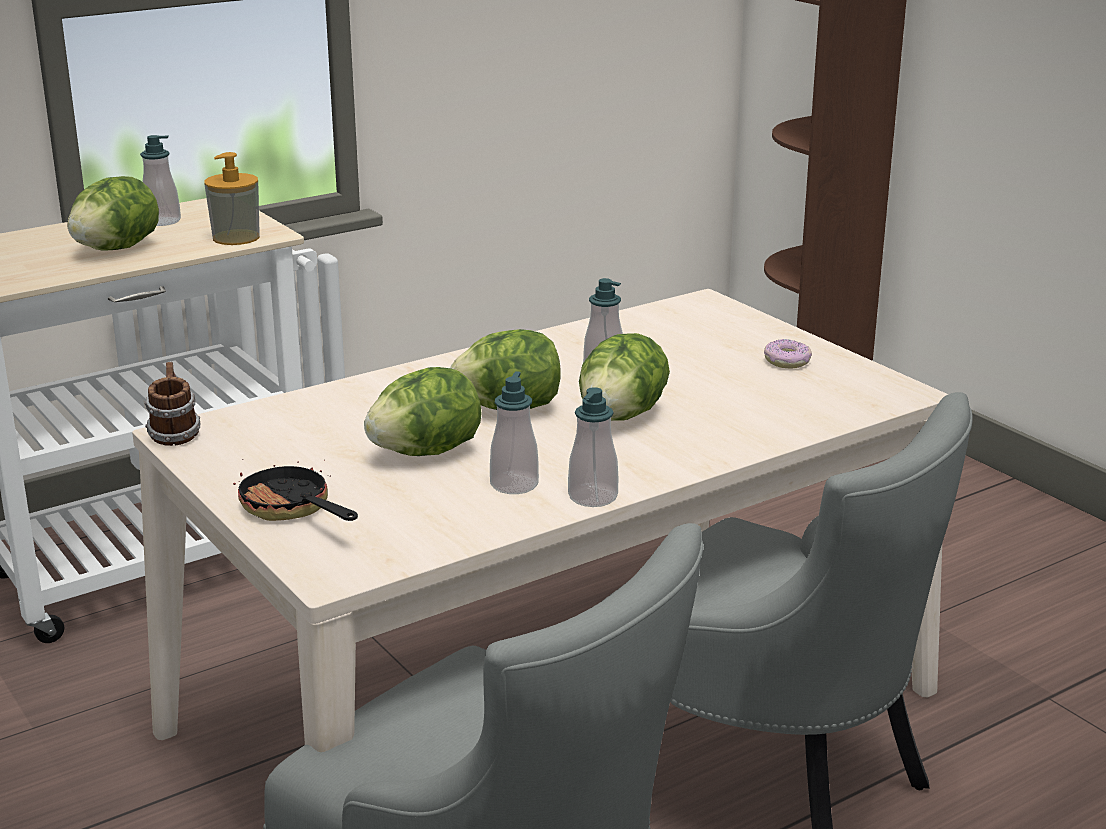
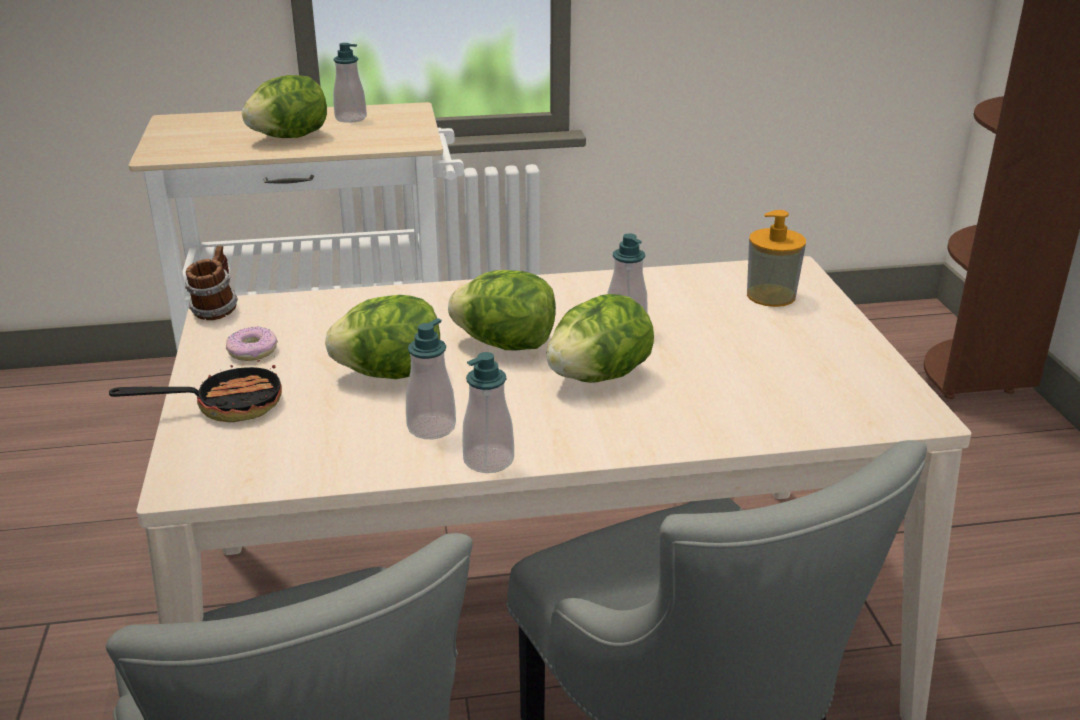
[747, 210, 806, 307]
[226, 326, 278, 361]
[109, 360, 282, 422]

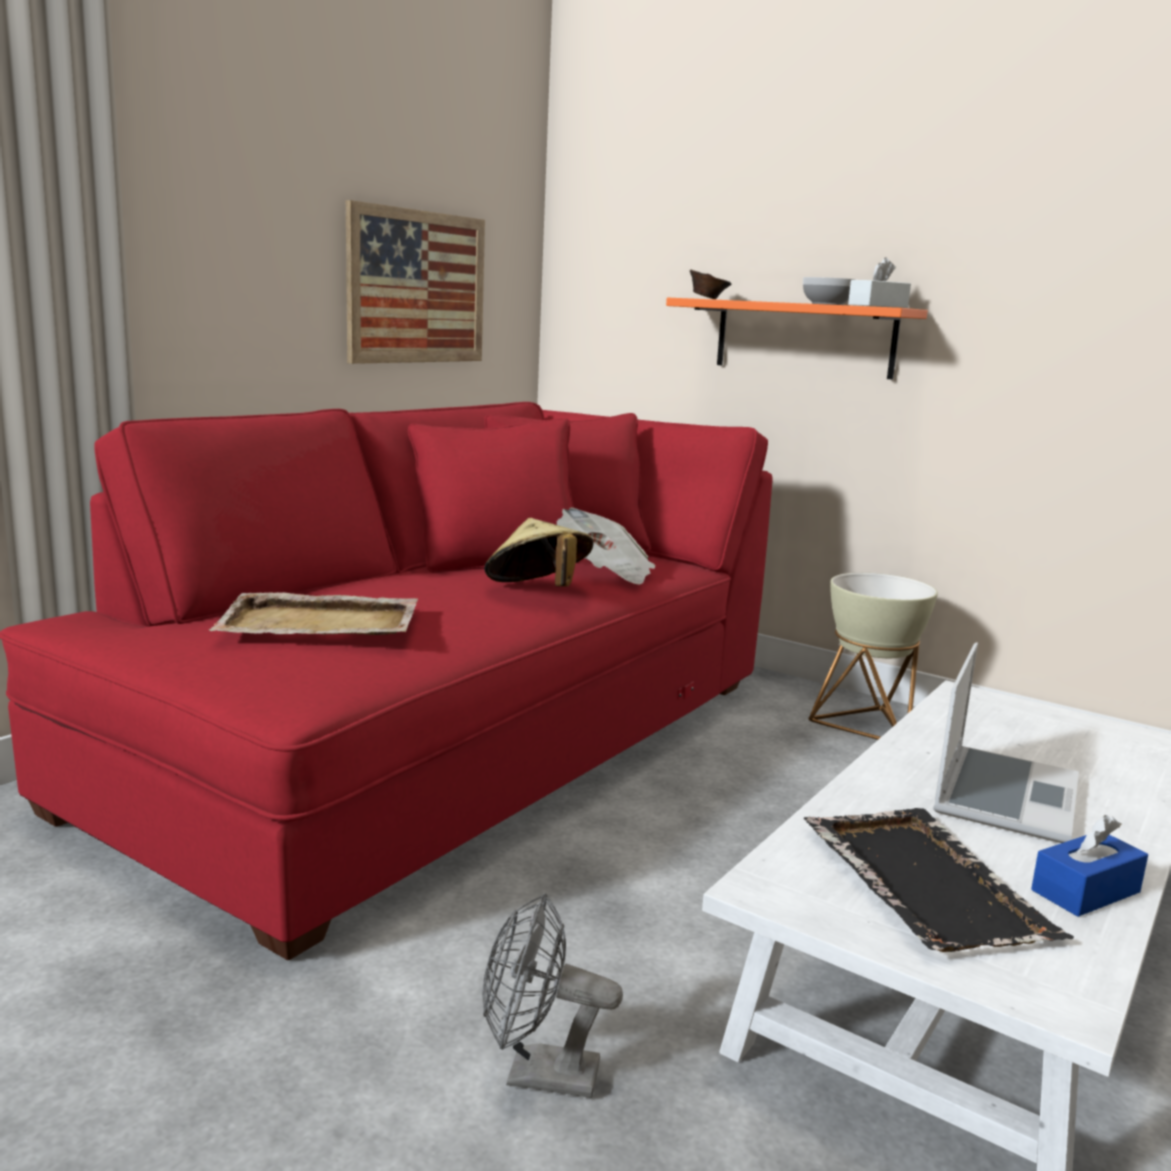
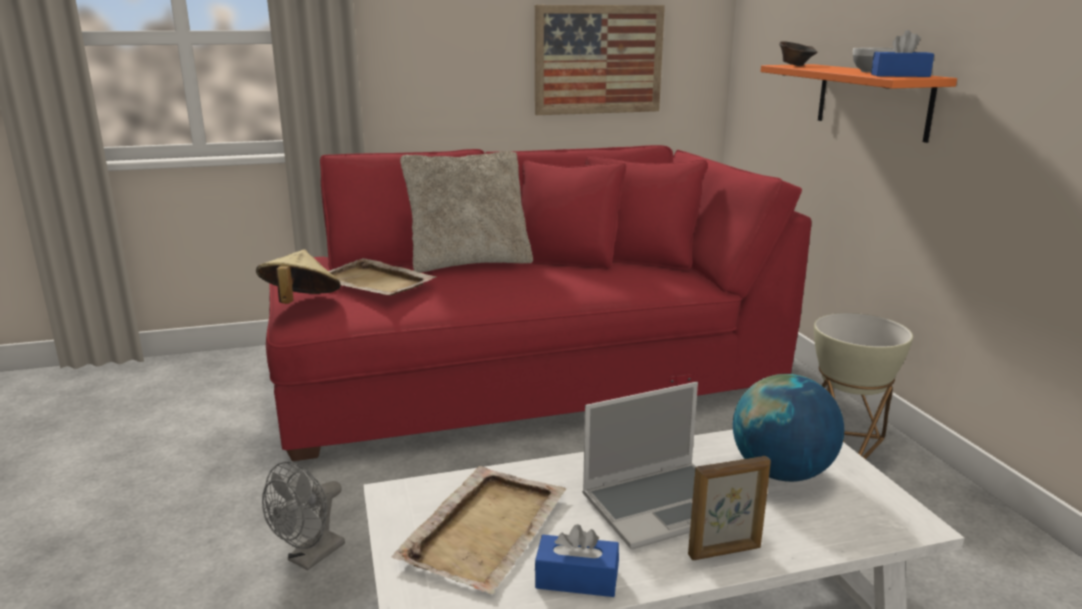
[556, 507, 655, 585] (first image)
[400, 151, 533, 273]
[688, 456, 771, 560]
[733, 374, 844, 482]
[256, 250, 341, 304]
[392, 466, 566, 594]
[871, 30, 934, 77]
[262, 462, 345, 570]

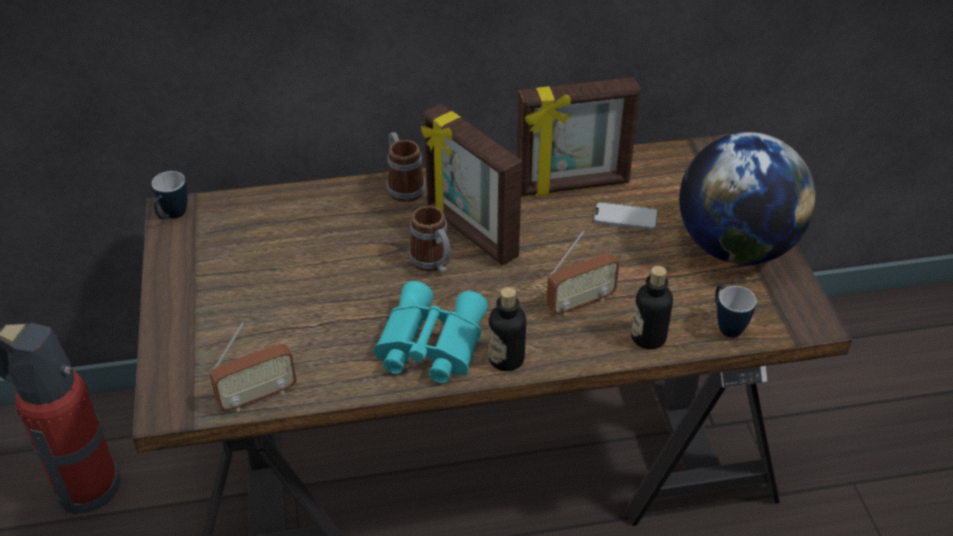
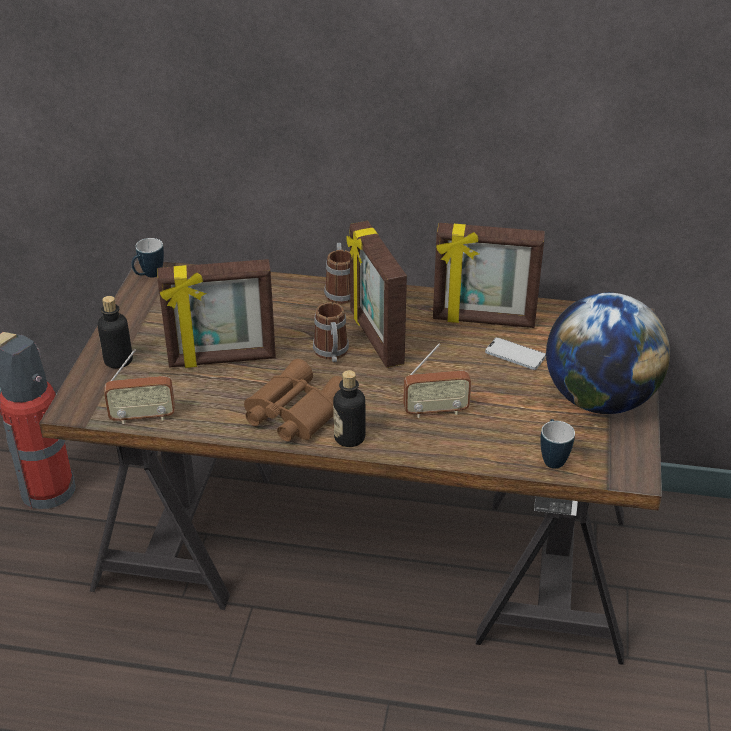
[157, 259, 276, 368]
[98, 296, 133, 368]
[244, 359, 343, 442]

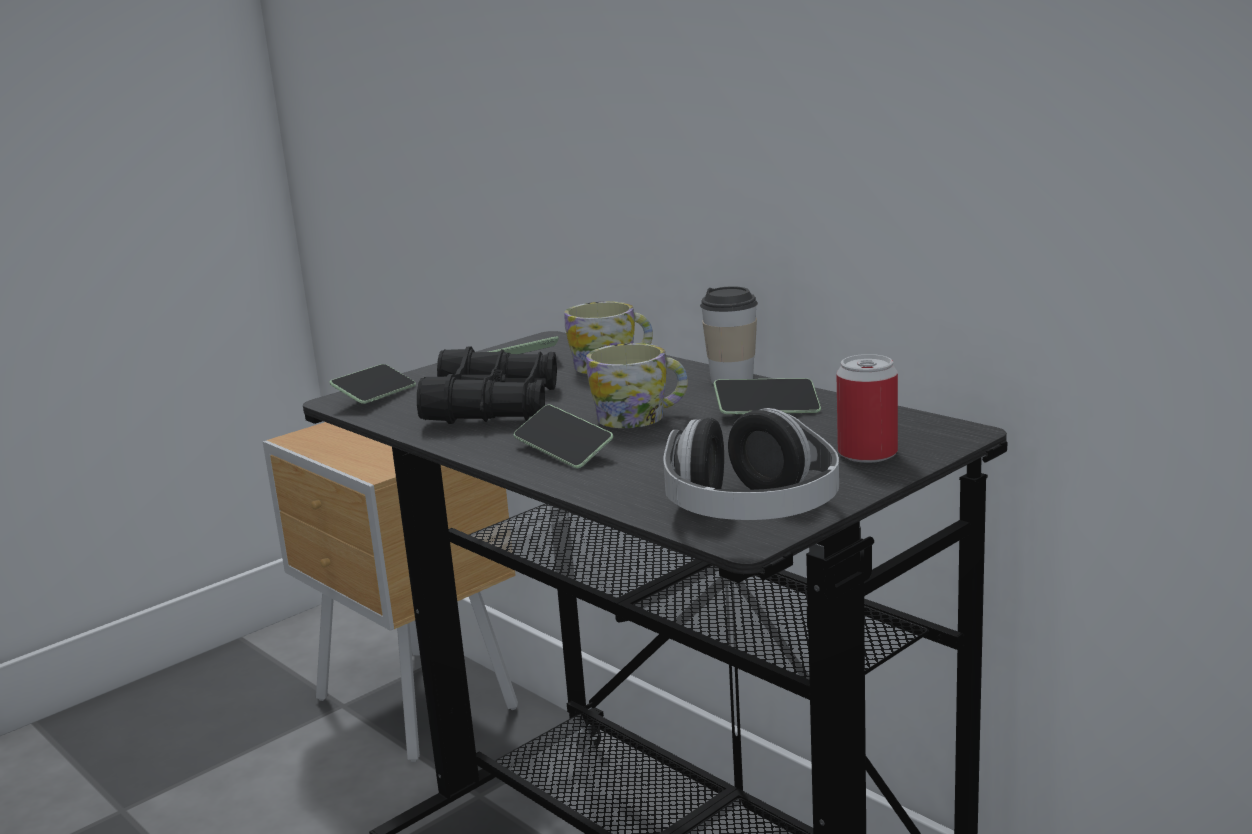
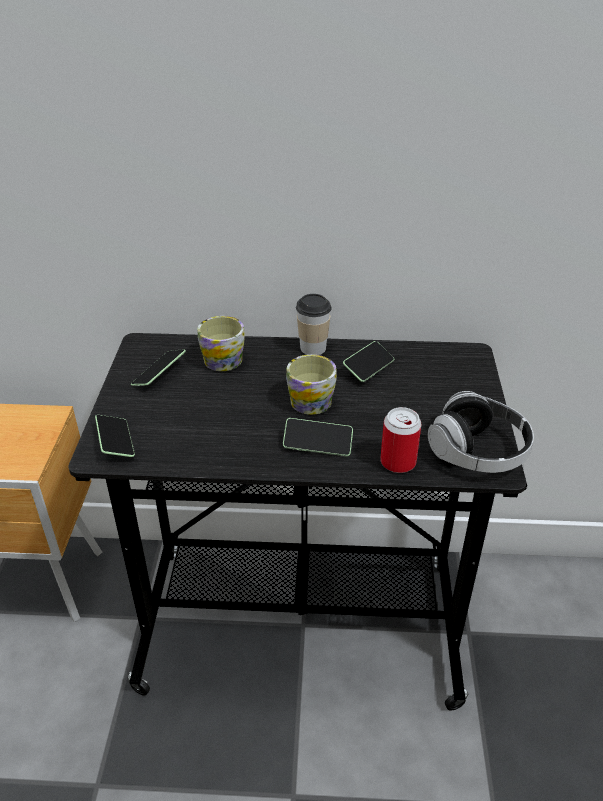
[417, 346, 557, 424] (first image)
[380, 407, 422, 473]

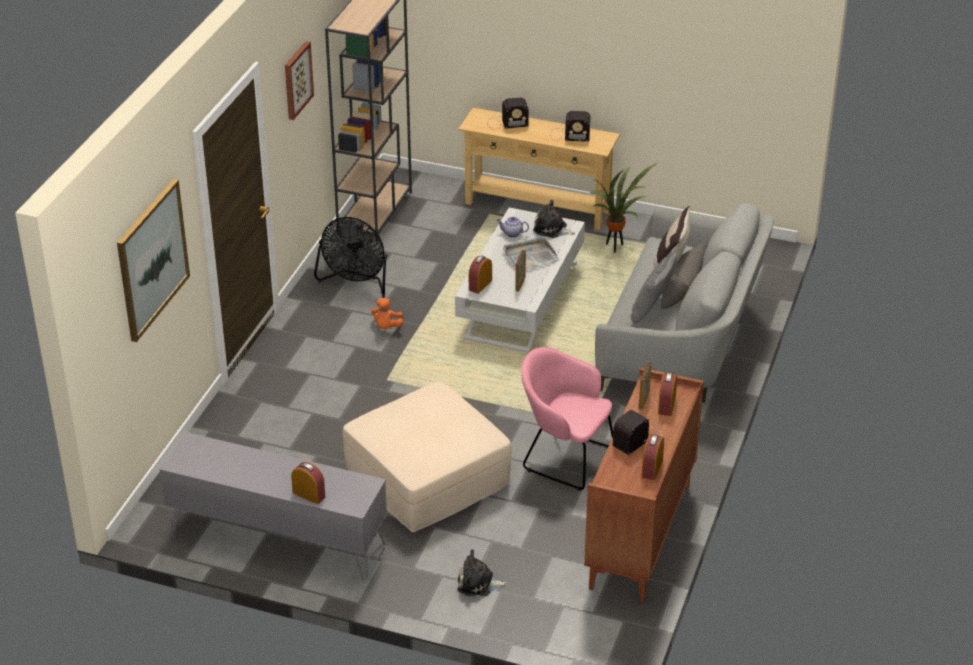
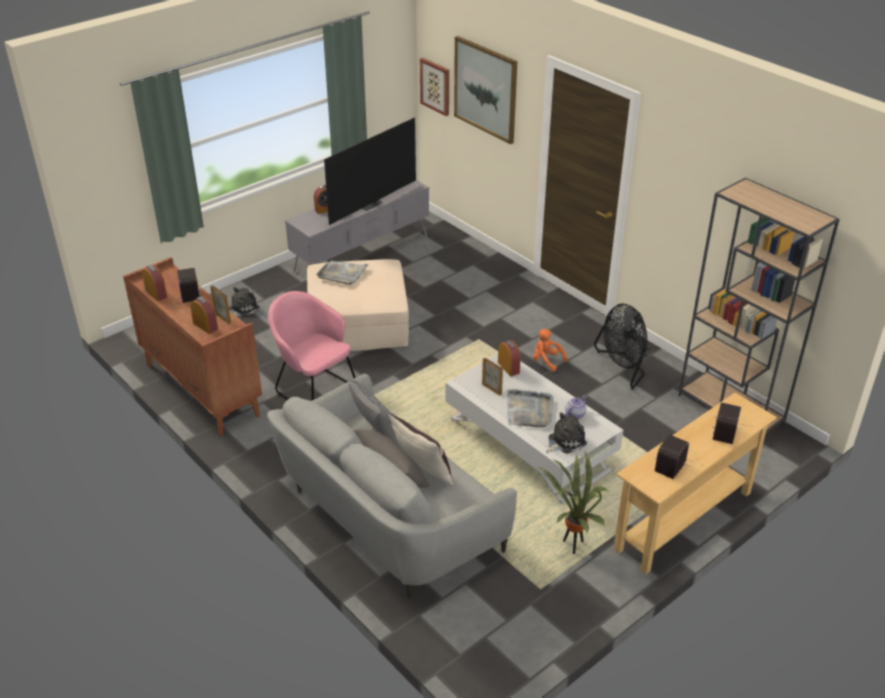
[316, 261, 369, 285]
[324, 118, 416, 225]
[420, 58, 449, 116]
[594, 304, 650, 390]
[268, 291, 356, 400]

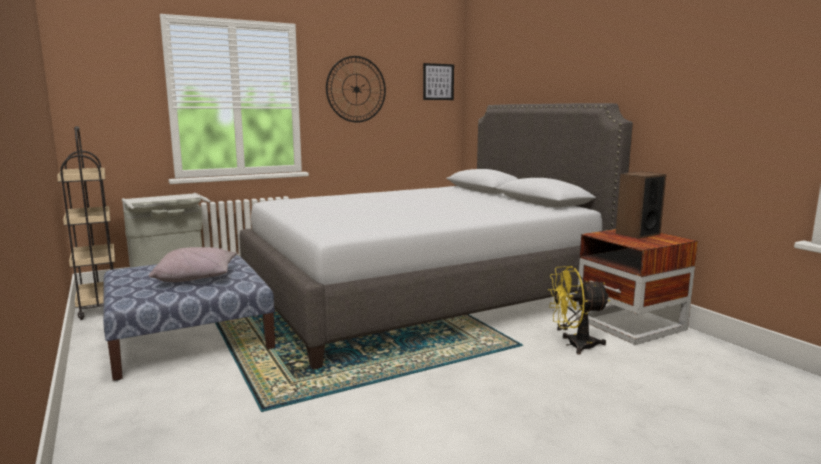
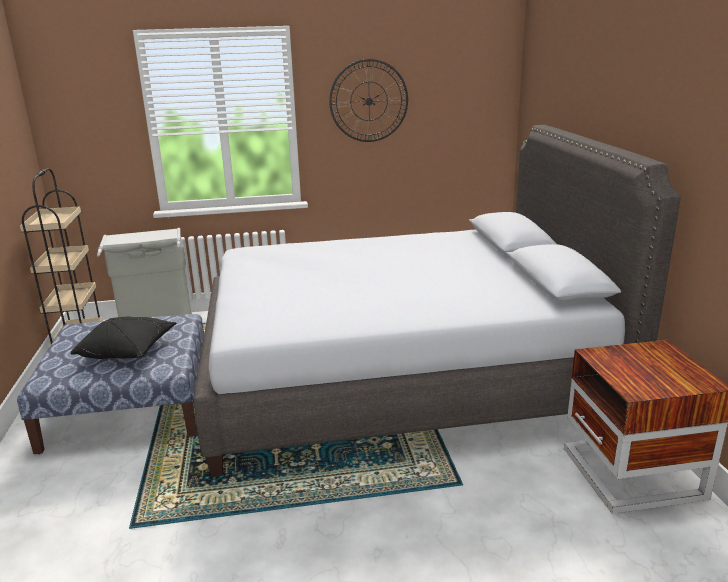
[423, 63, 454, 100] (first image)
[548, 266, 610, 355] (first image)
[616, 172, 666, 239] (first image)
[70, 317, 177, 359]

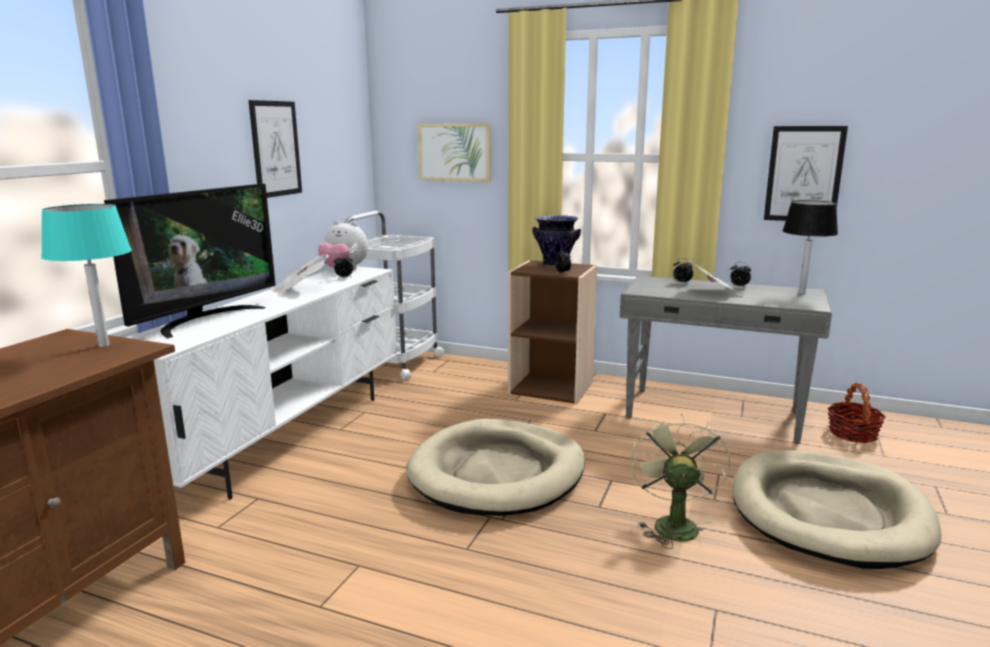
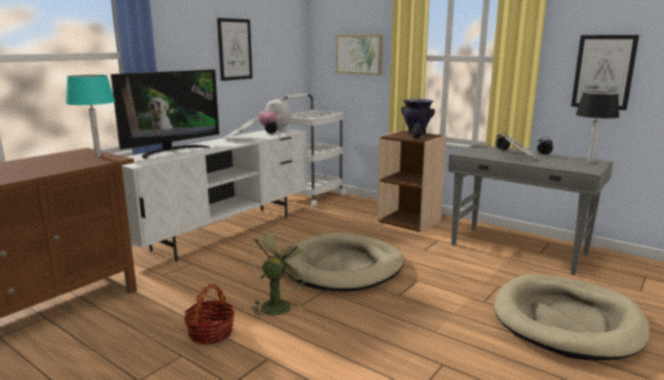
[250, 229, 313, 318]
[184, 284, 234, 345]

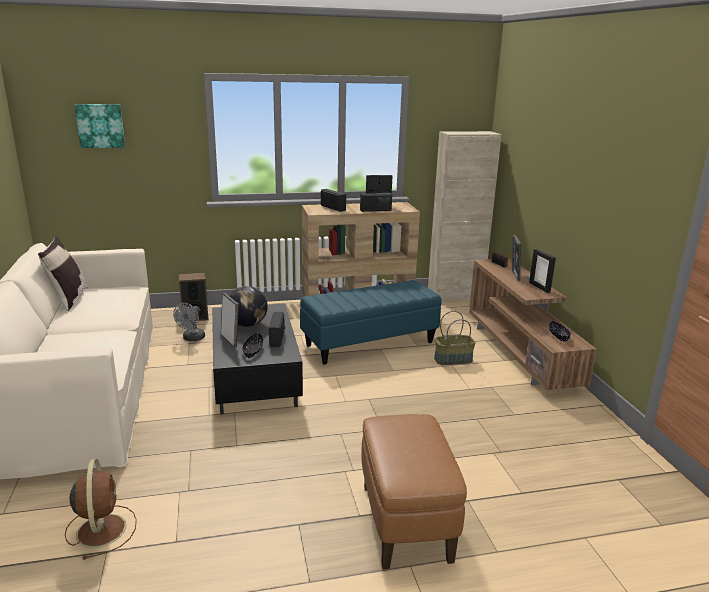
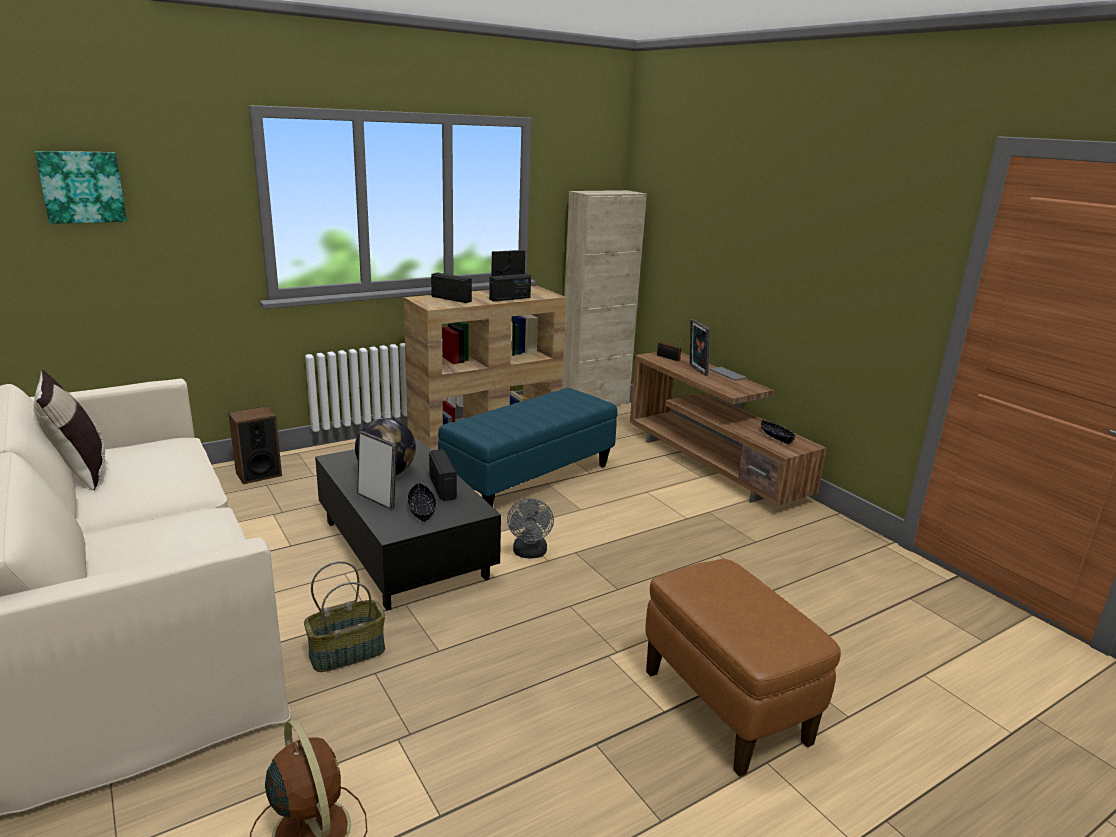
[529, 249, 556, 293] (first image)
[507, 498, 554, 558]
[304, 561, 385, 672]

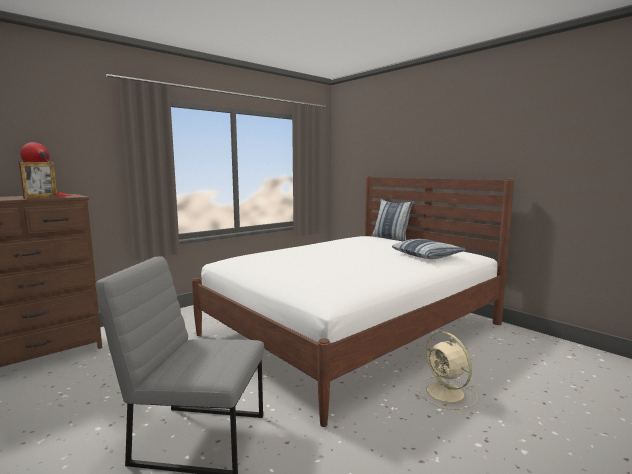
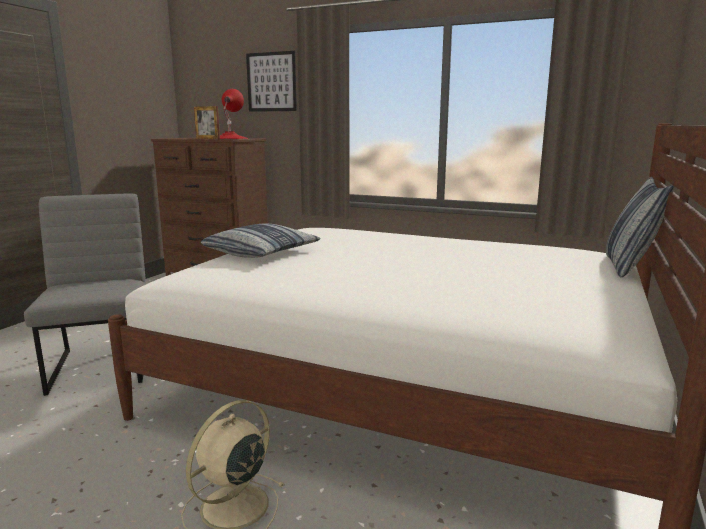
[246, 51, 297, 112]
[201, 224, 321, 258]

